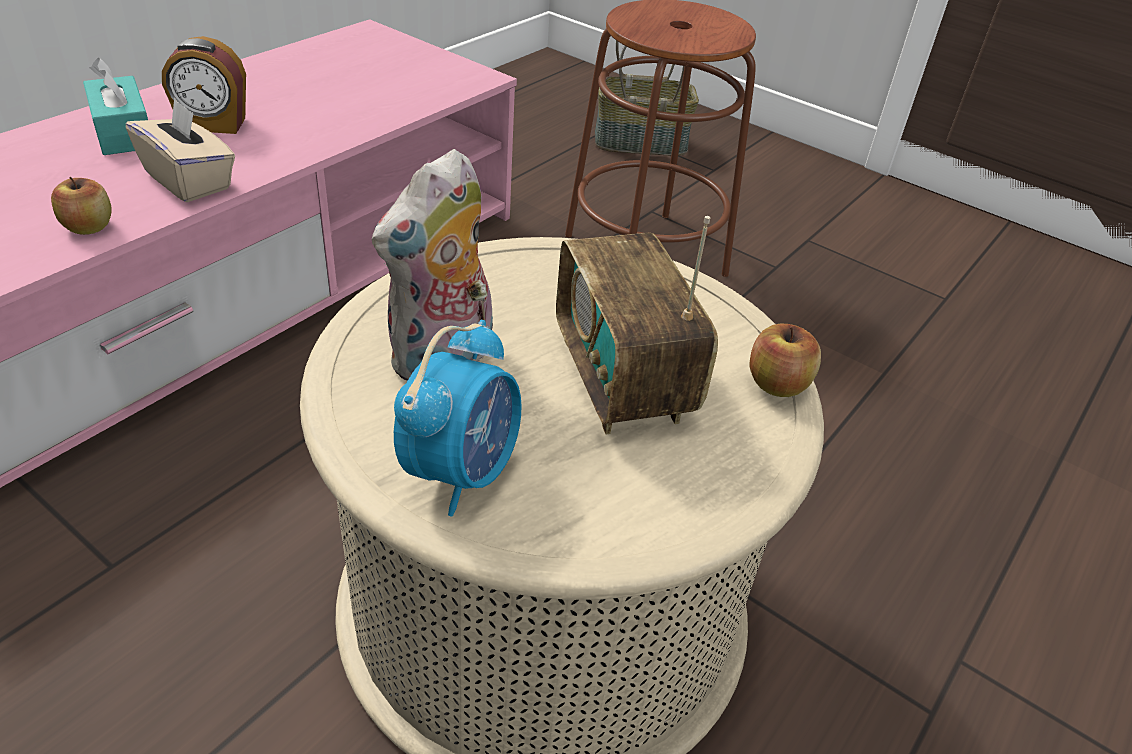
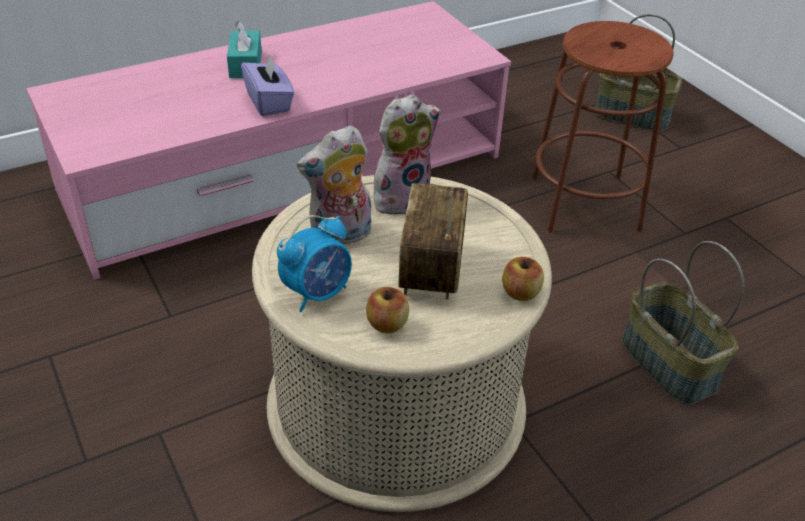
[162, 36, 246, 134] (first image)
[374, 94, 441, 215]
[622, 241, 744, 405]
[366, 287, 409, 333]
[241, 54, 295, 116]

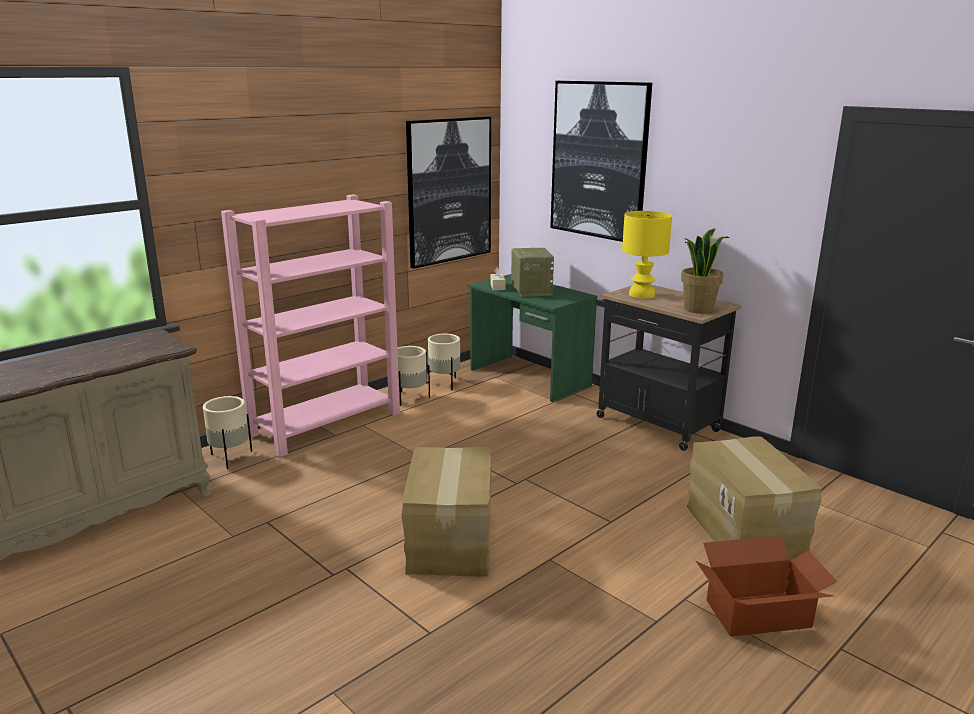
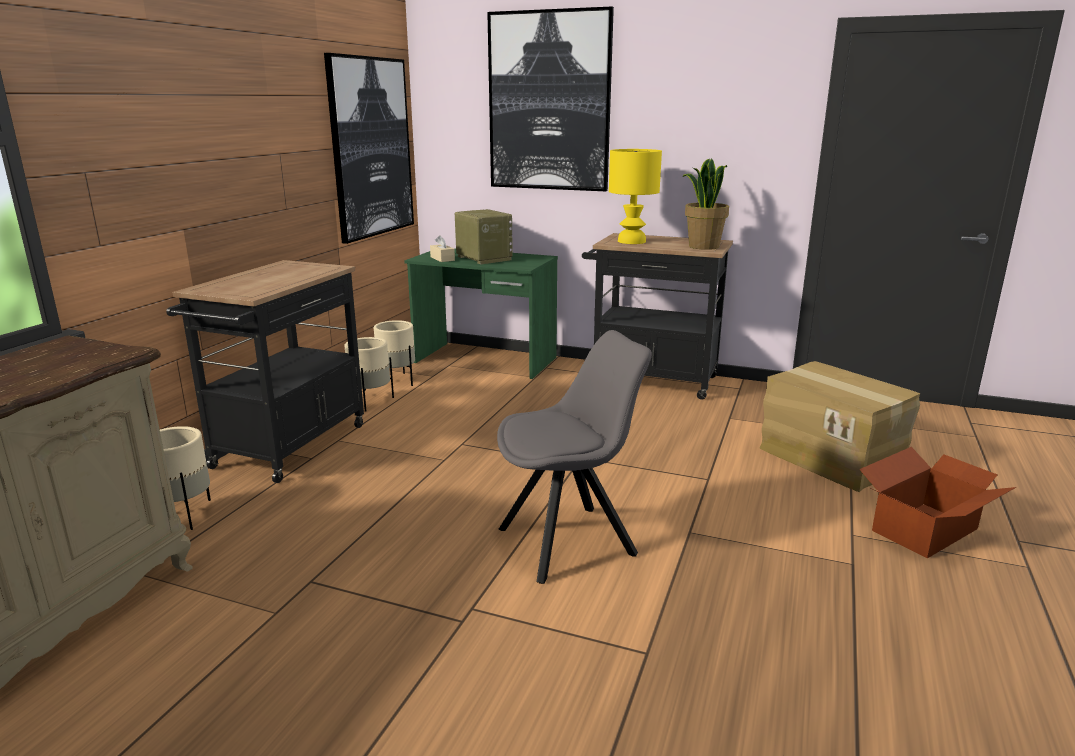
[166, 260, 364, 483]
[497, 330, 652, 584]

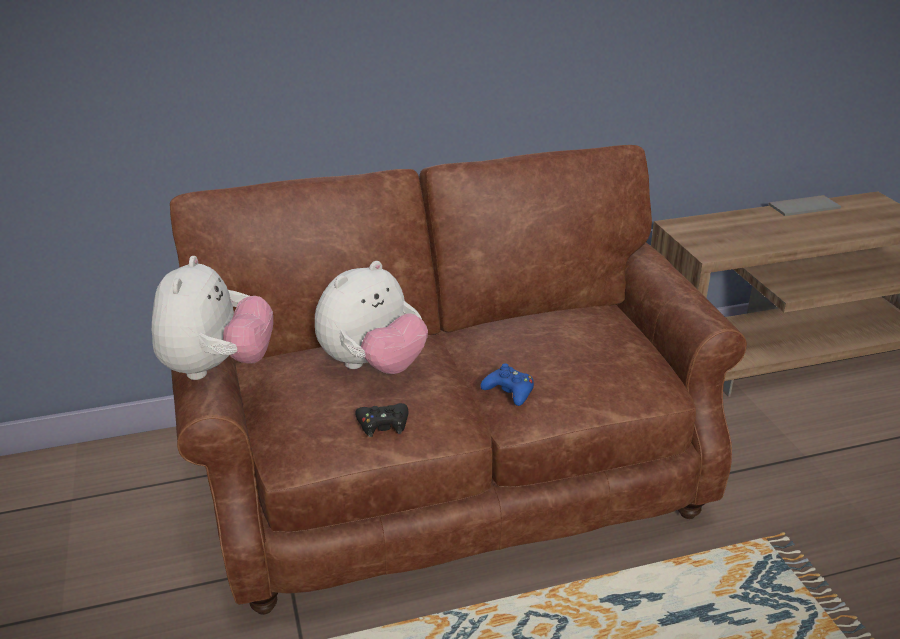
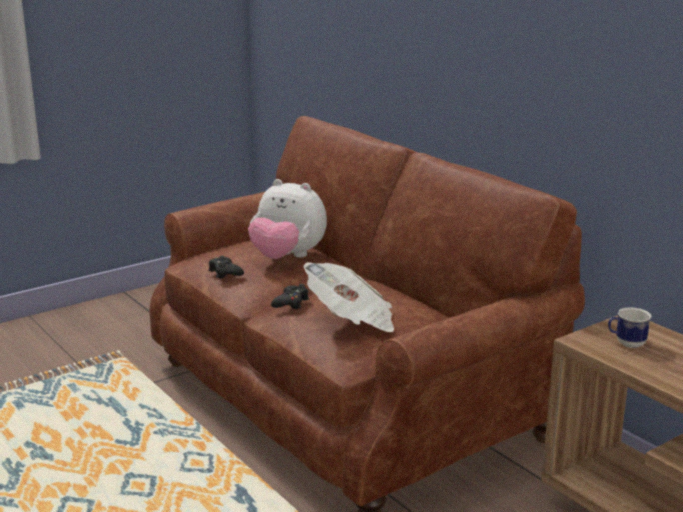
[152, 256, 273, 380] (first image)
[303, 262, 394, 332]
[608, 308, 651, 348]
[271, 284, 309, 309]

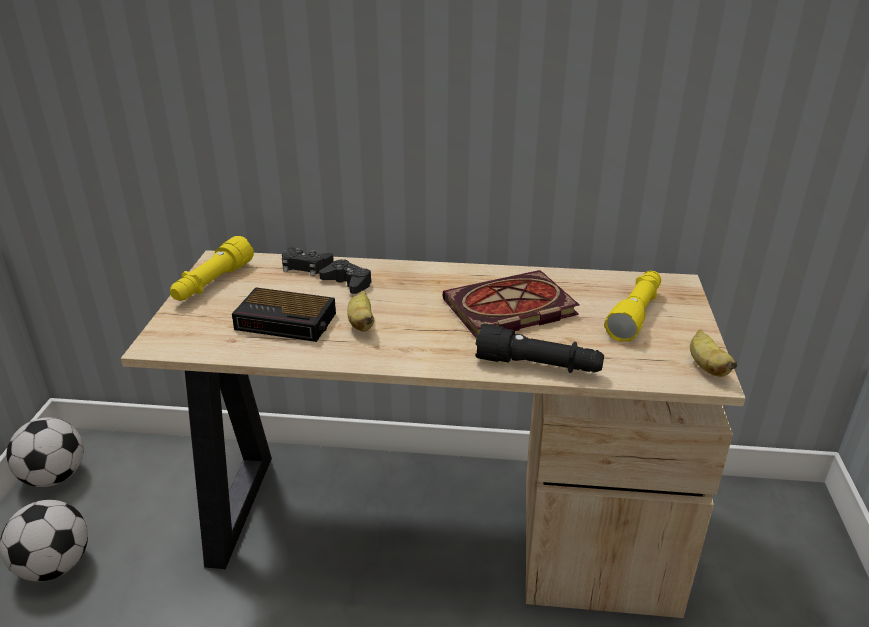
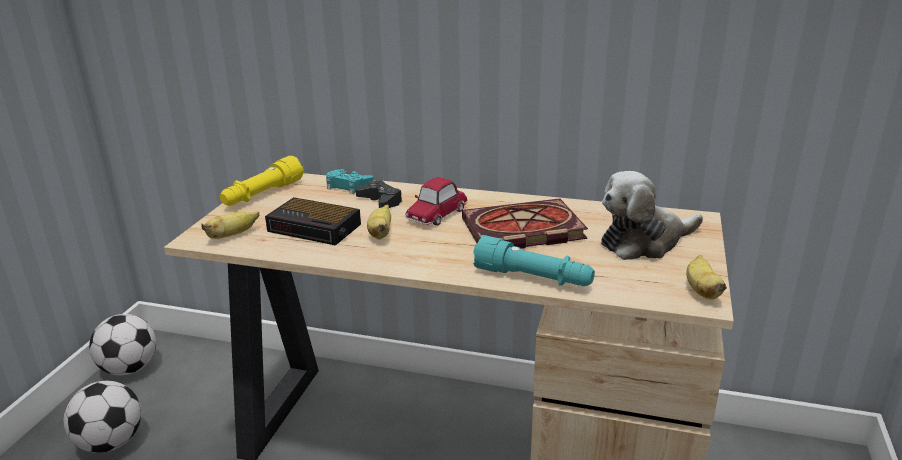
[201, 211, 259, 239]
[405, 177, 468, 226]
[601, 171, 703, 260]
[326, 169, 373, 194]
[473, 235, 595, 286]

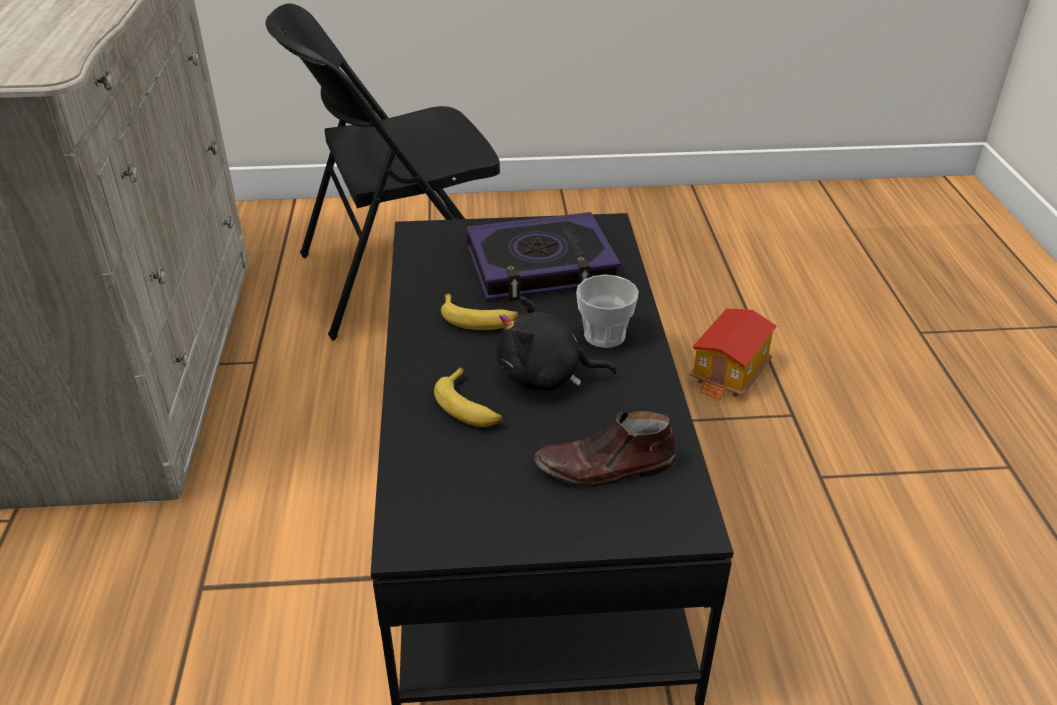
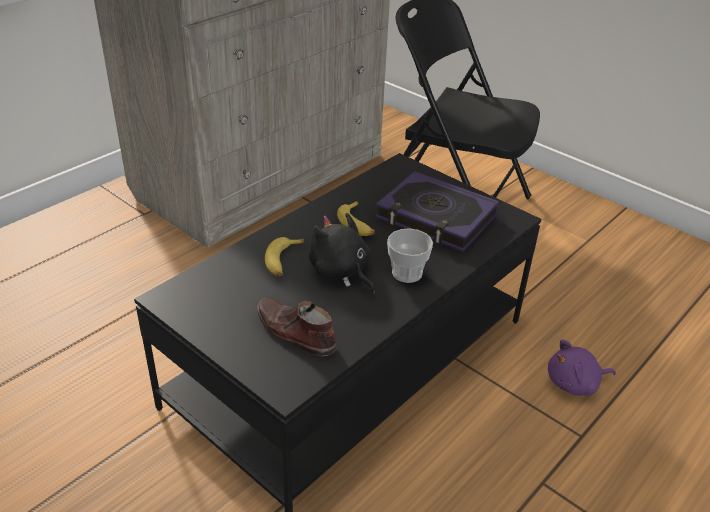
[548, 339, 616, 396]

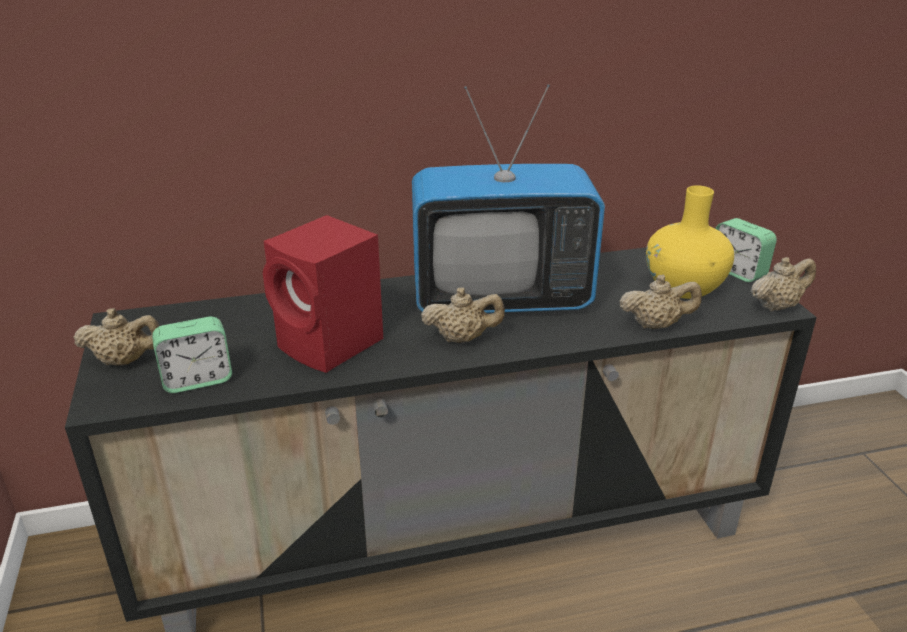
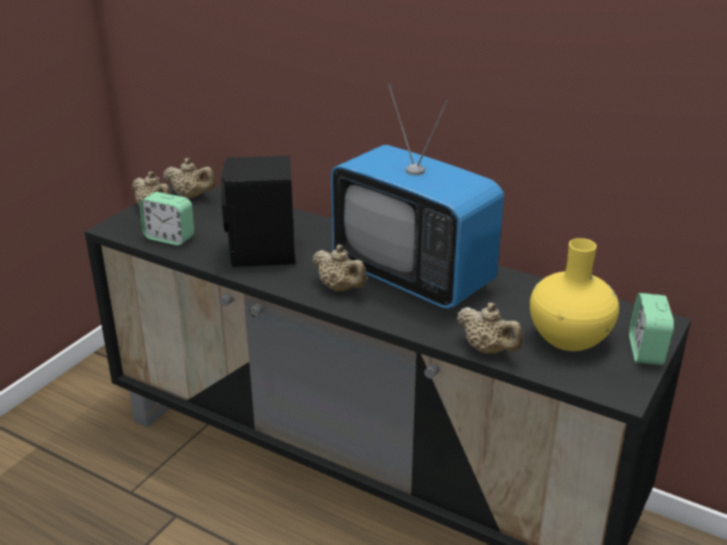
[163, 158, 216, 198]
[221, 156, 295, 267]

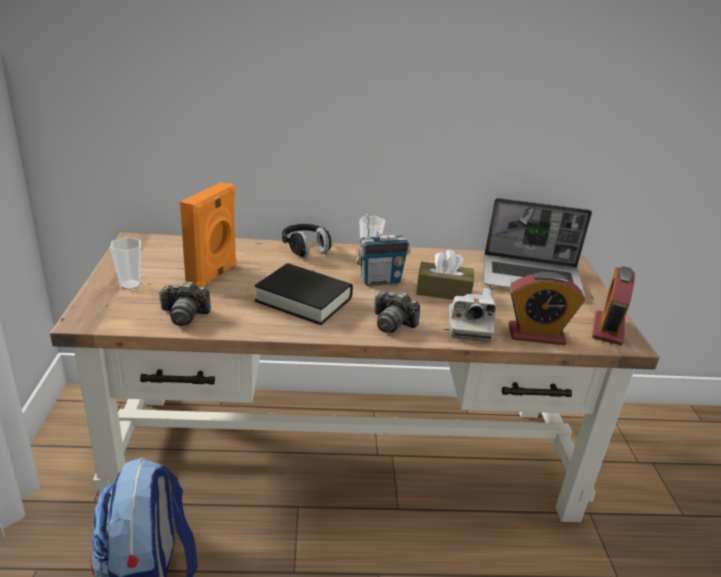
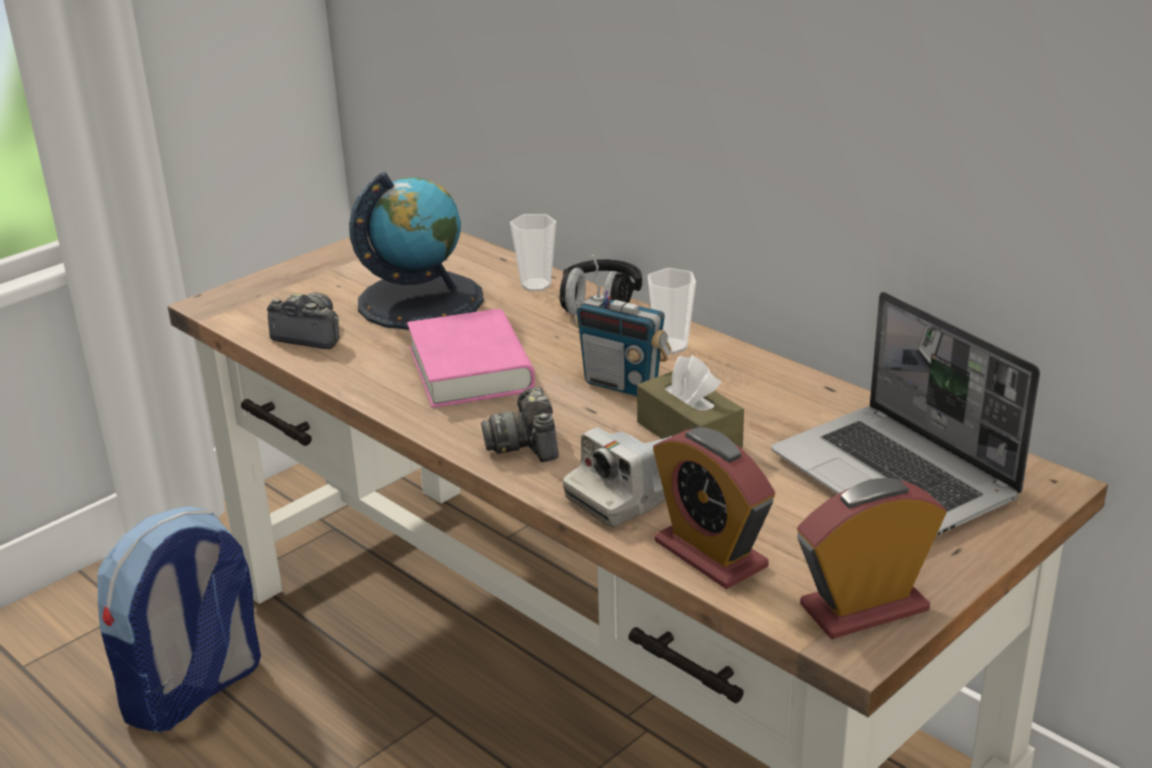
[510, 214, 556, 291]
[349, 171, 484, 330]
[407, 309, 535, 408]
[267, 292, 340, 349]

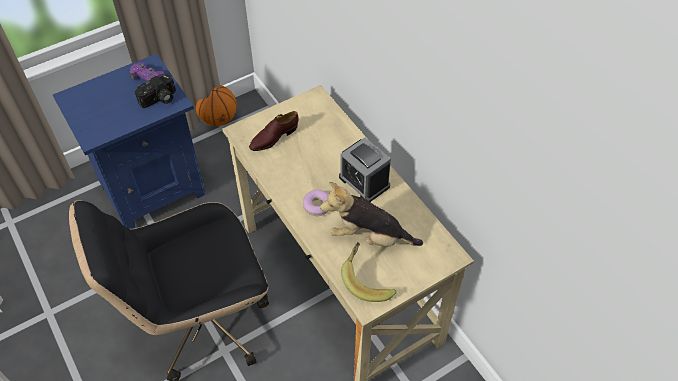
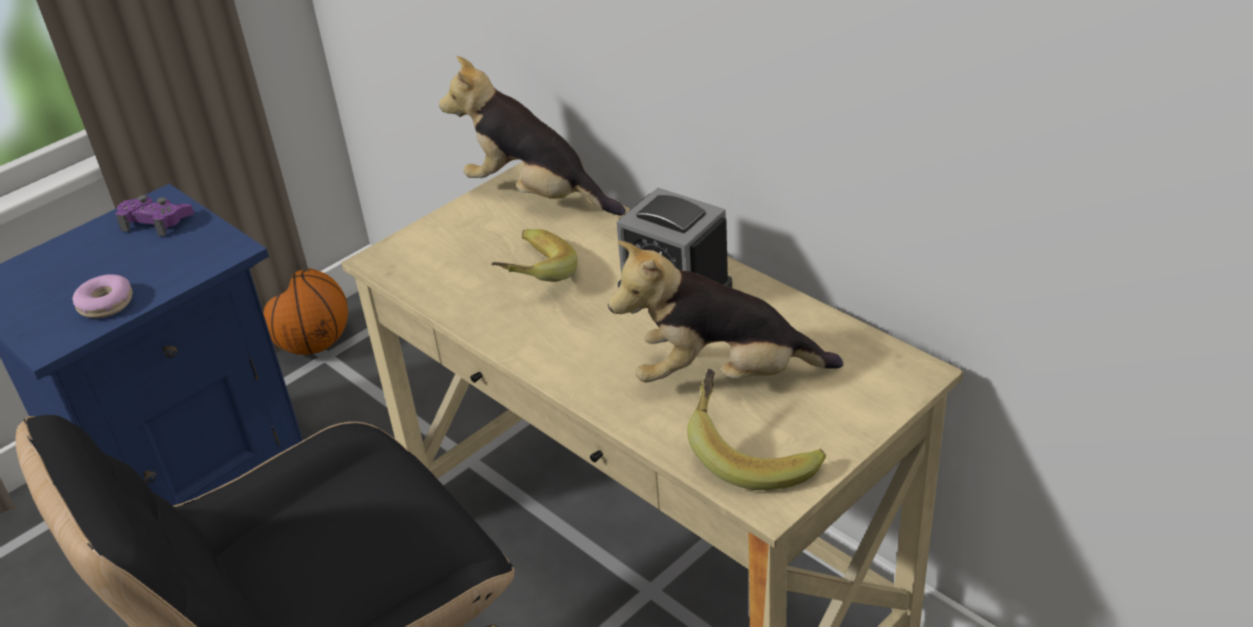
[135, 74, 176, 108] (first image)
[249, 111, 299, 151] (first image)
[439, 56, 626, 216]
[491, 229, 578, 282]
[73, 274, 133, 318]

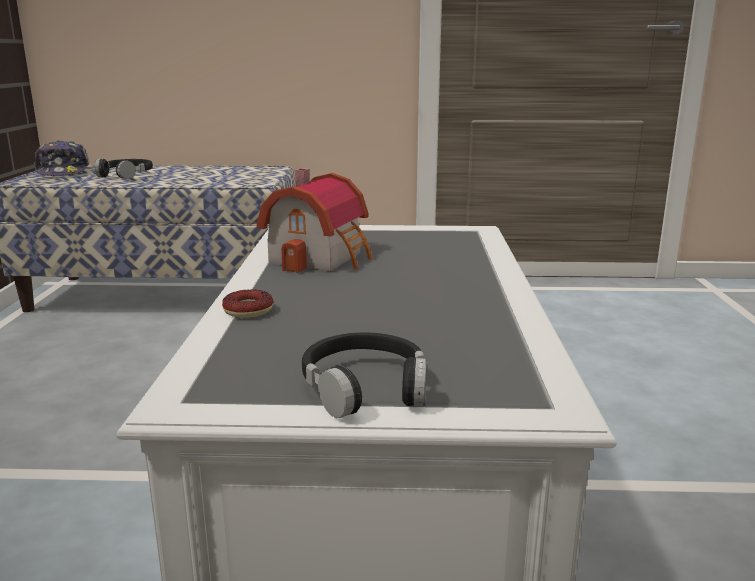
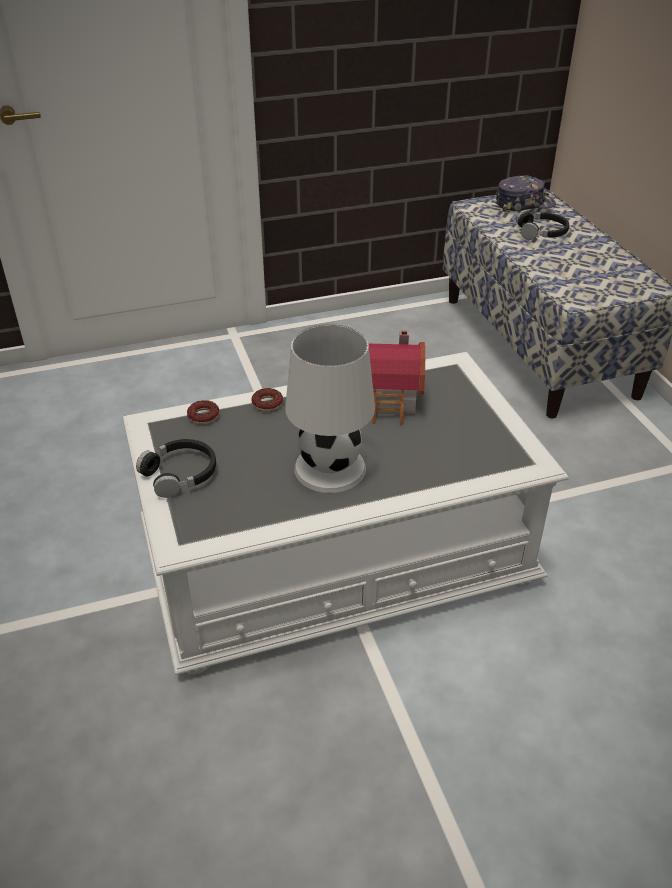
[187, 400, 219, 424]
[285, 324, 375, 493]
[495, 176, 556, 212]

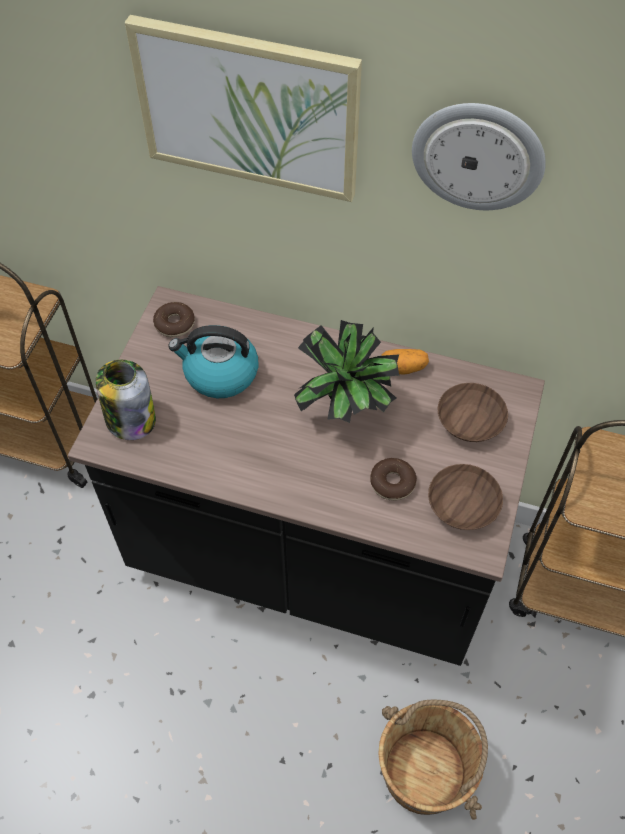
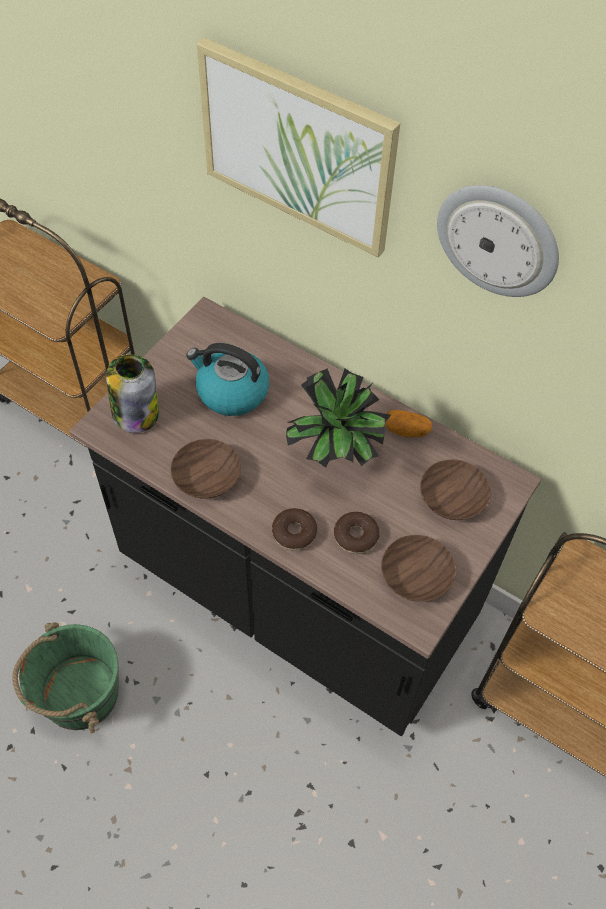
[378, 700, 488, 820] (first image)
[12, 622, 119, 734]
[171, 439, 241, 499]
[272, 508, 317, 550]

